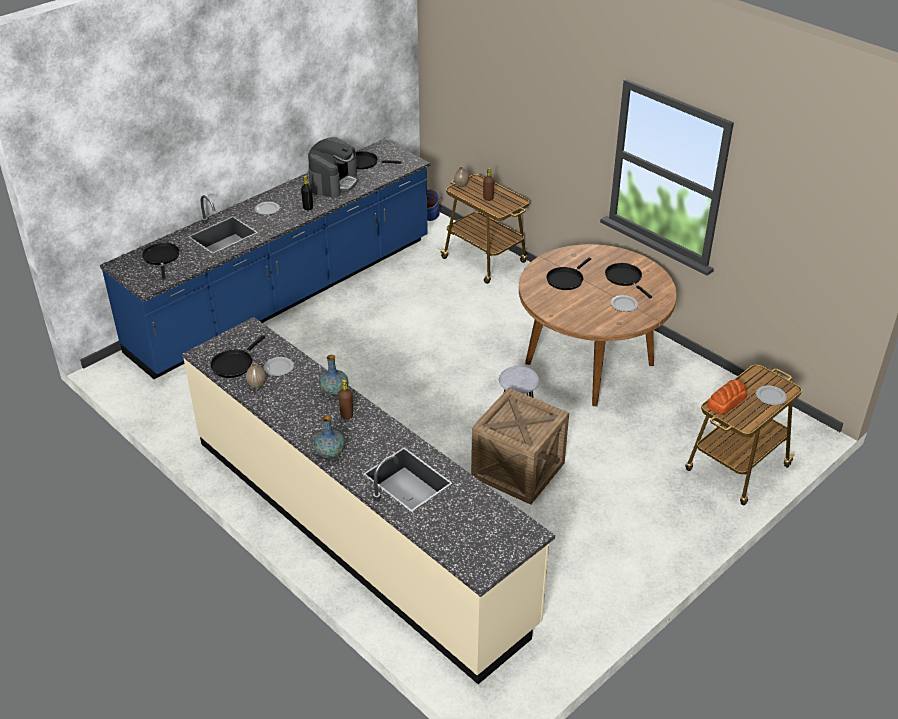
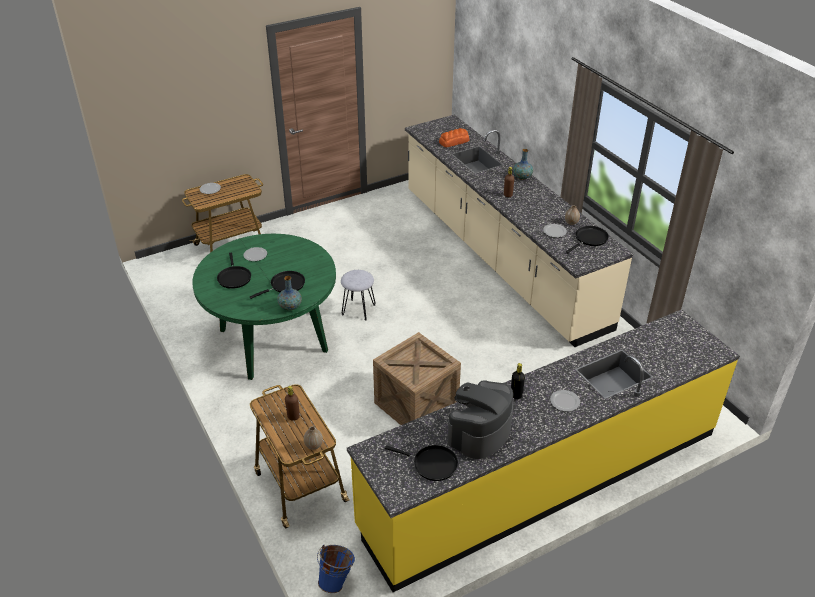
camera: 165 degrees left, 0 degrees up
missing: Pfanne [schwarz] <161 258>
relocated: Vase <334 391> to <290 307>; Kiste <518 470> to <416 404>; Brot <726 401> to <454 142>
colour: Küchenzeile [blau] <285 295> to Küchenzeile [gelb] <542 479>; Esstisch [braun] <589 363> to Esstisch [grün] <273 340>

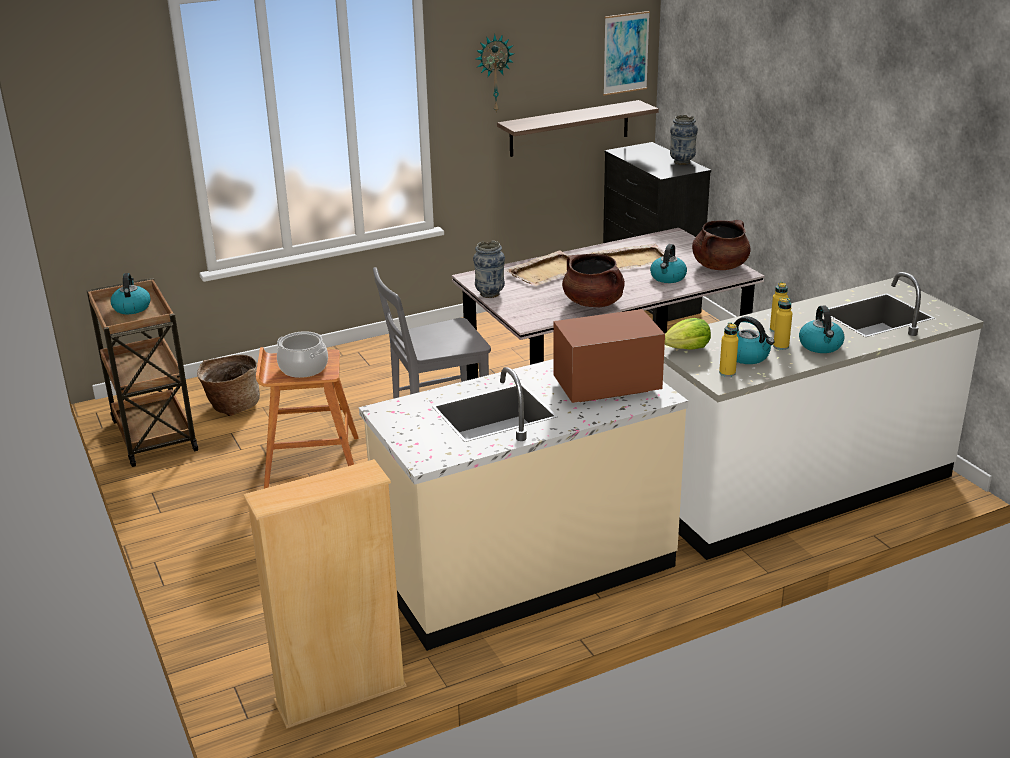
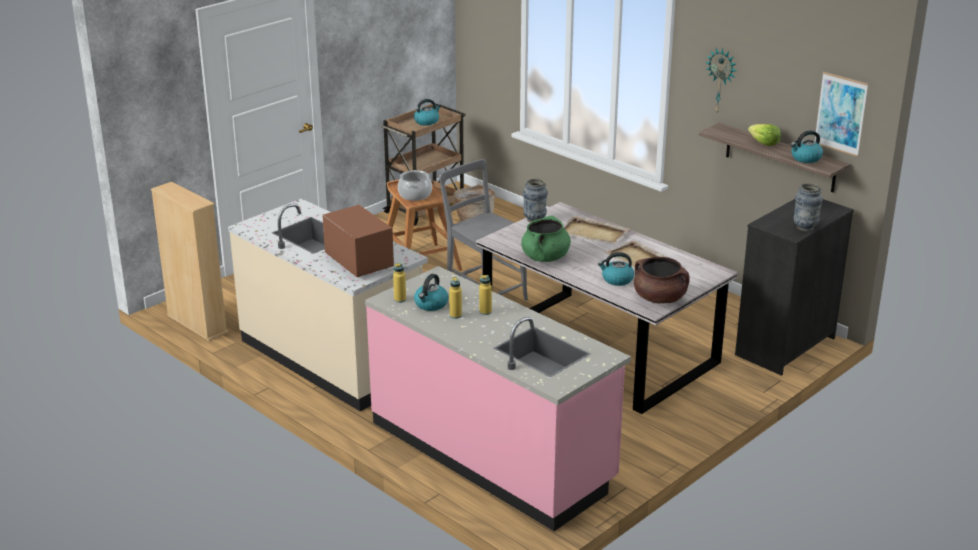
camera: 70 degrees right, 0 degrees up
relocated: Salatkopf <687 348> to <764 143>; Wasserkessel <821 346> to <805 158>
colour: Kochtopf [braun] <593 303> to Kochtopf [grün] <545 257>; Küchenzeile [weiß] <796 487> to Küchenzeile [rosa] <492 453>

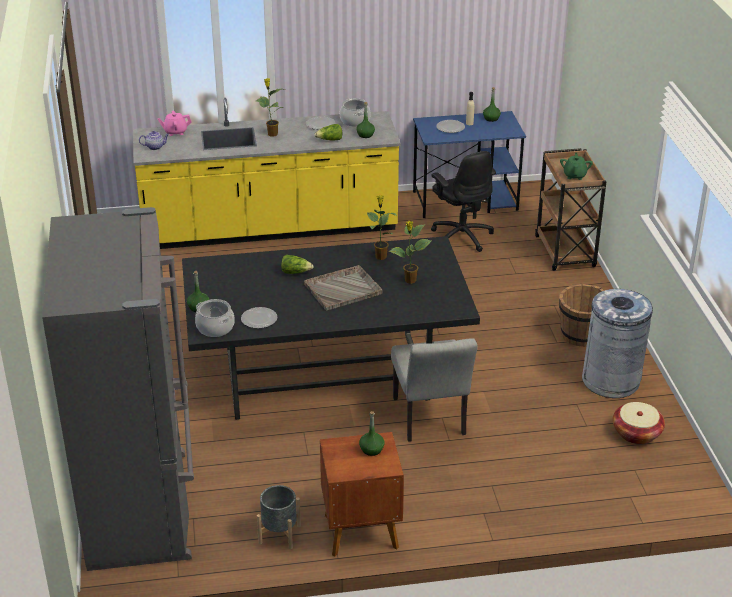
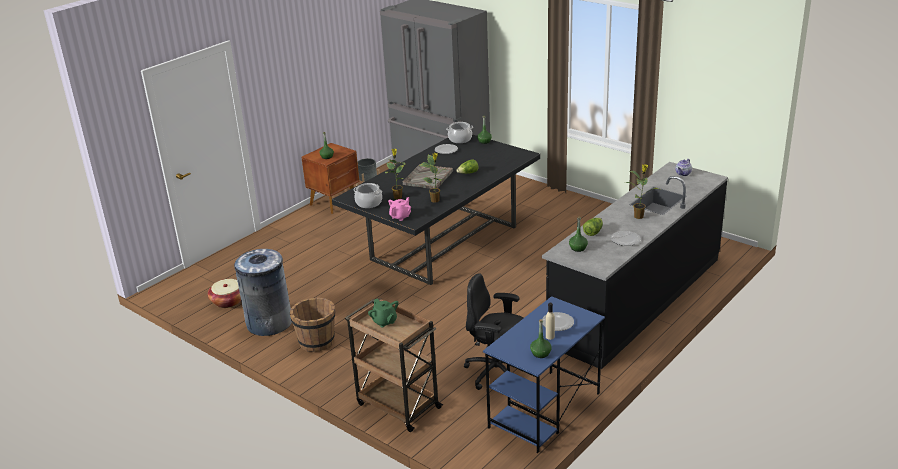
camera: 140 degrees right, 5 degrees down
missing: Stuhl [grau] <430 421>
relocated: Teekanne [rosa] <175 132> to <400 216>; Kochtopf <355 121> to <368 203>
colour: Küchenzeile [gelb] <270 229> to Küchenzeile [schwarz] <635 299>

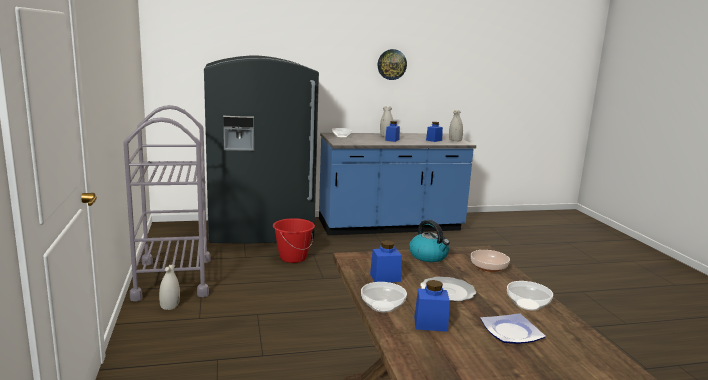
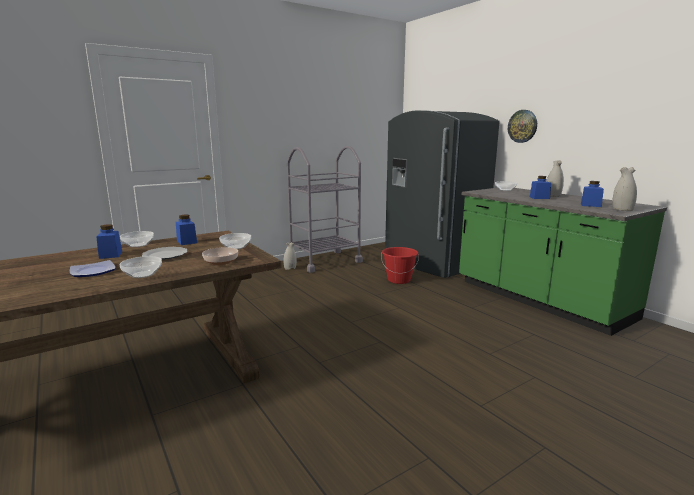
camera: 70 degrees right, 0 degrees up
relocated: Wanduhr <391 64> to <522 126>
exchanged: Wasserkessel <429 256> to Schüssel <236 247>
colour: Küchenzeile [blau] <390 226> to Küchenzeile [grün] <539 300>

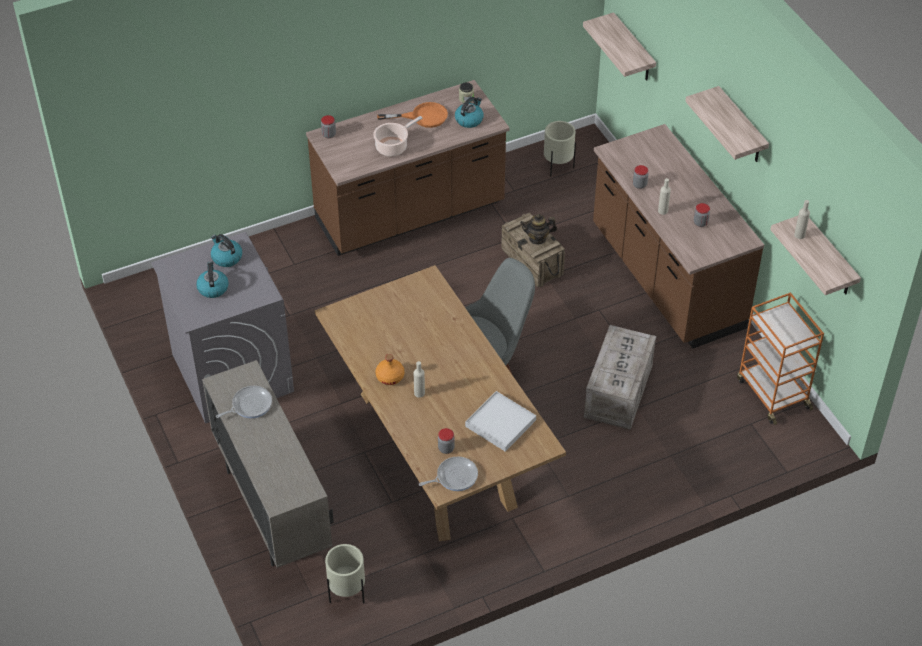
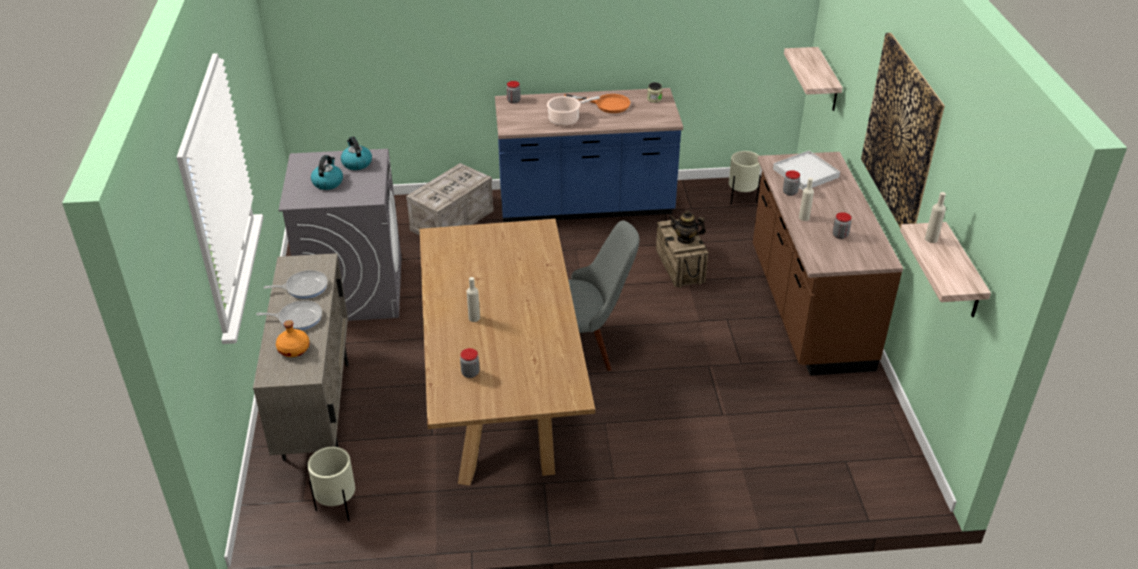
camera: 20 degrees right, 10 degrees down
missing: Wasserkessel <469 119>; Rollwagen [orange] <772 393>
relocated: Flasche [orange] <390 376> to <294 349>; Pfanne <454 477> to <298 318>; Tablett [weiß] <500 423> to <805 173>; Kiste <618 392> to <451 221>
exchanged: Wandregal <741 127> to Bild <901 134>
colour: Küchenzeile [braun] <410 214> to Küchenzeile [blau] <585 206>

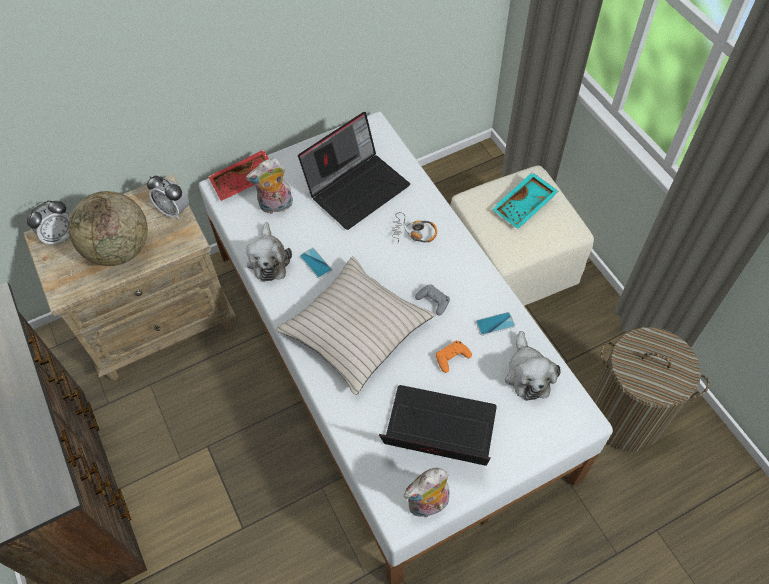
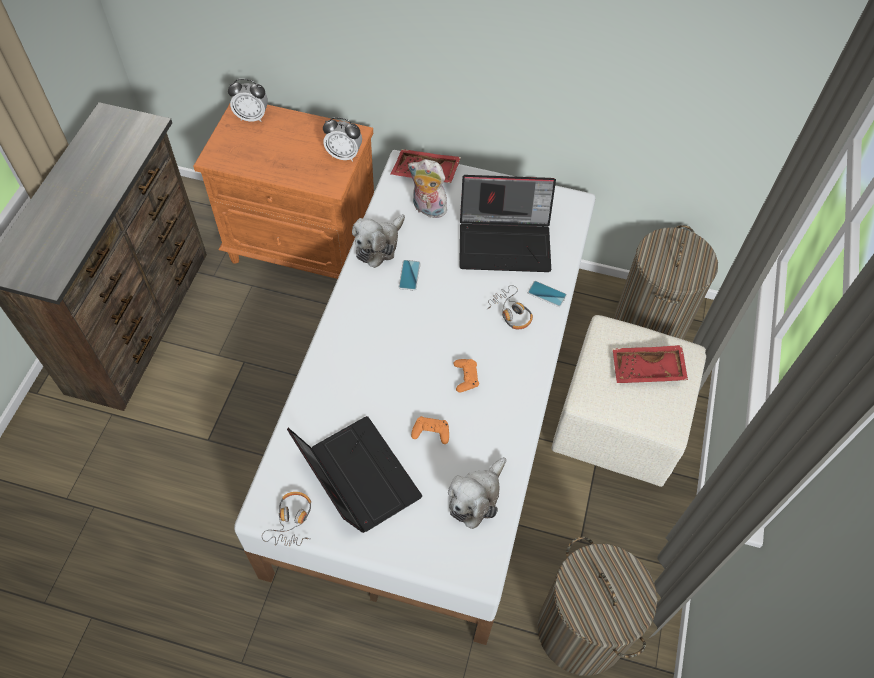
camera: 40 degrees right, 0 degrees up
missing: Globus <120 250>; Kissen [beige] <355 330>
appeared: Wäschekorb <650 323>
relocated: Handy <495 324> to <547 294>
exchanged: Plüschtier <428 505> to Kopfhörer <291 521>
colour: Nachttisch [beige] <161 321> to Nachttisch [orange] <304 246>; Gamepad [grau] <433 301> to Gamepad [orange] <466 377>; Tablett [türkis] <524 206> to Tablett [rot] <647 370>
spun: Wecker <174 210> = <344 155> 60 degrees counterclockwise

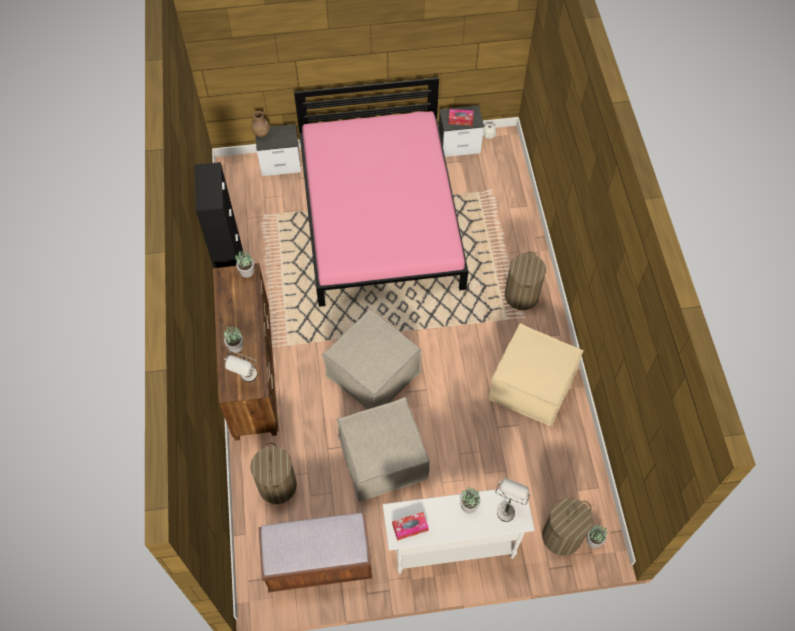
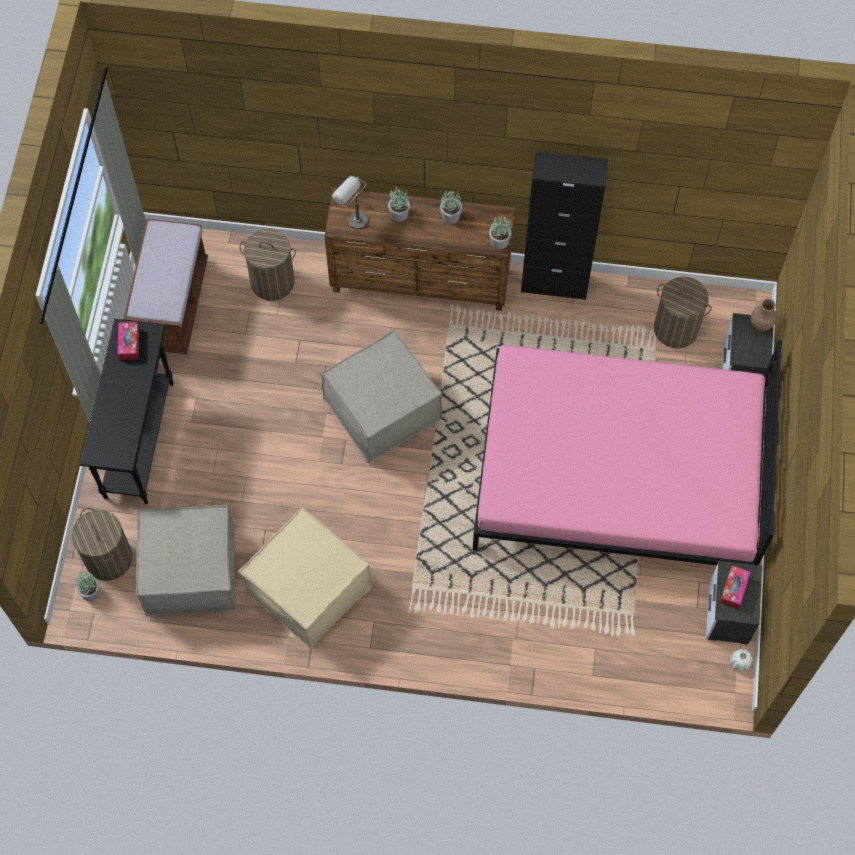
camera: 105 degrees right, 5 degrees up
missing: Tischlampe [grau] <507 507>
relocated: Polsterhocker [beige] <382 458> to <190 571>; Topfpflanze <468 505> to <451 215>; Wäschekorb <521 296> to <675 329>
colour: Konsolentisch [weiß] <452 547> to Konsolentisch [schwarz] <140 439>

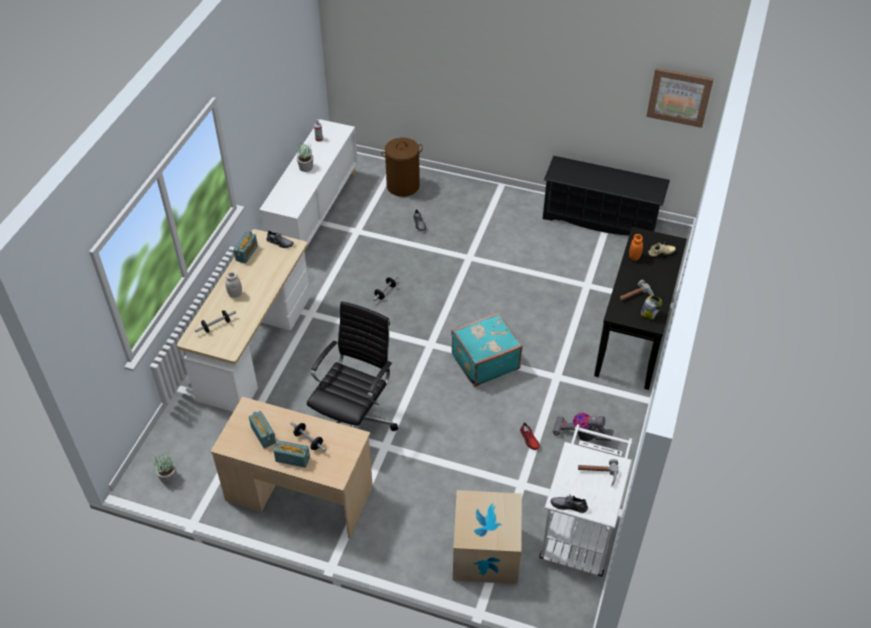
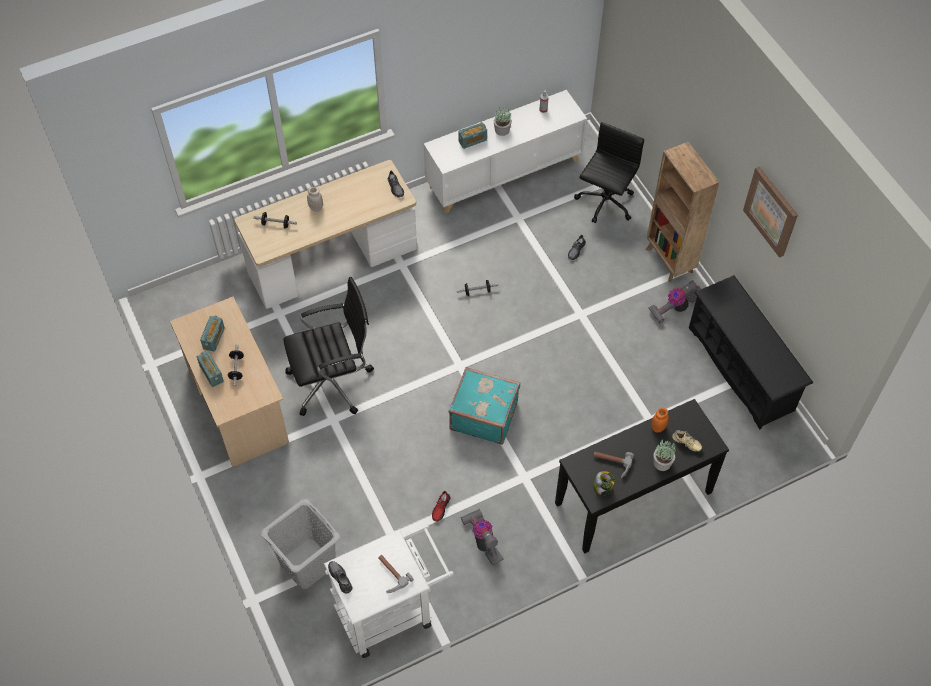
camera: 45 degrees right, 10 degrees up
appeared: Bücherregal [braun] <669 261>; Staubsauger <675 308>
relocated: Topfpflanze <168 477> to <662 463>; Radio <247 253> to <472 141>; Bild <679 96> to <771 211>
exchanged: Wäschekorb [braun] <403 186> to Bürostuhl [schwarz] <604 203>; Karton <485 553> to Wäschekorb [grau] <307 563>

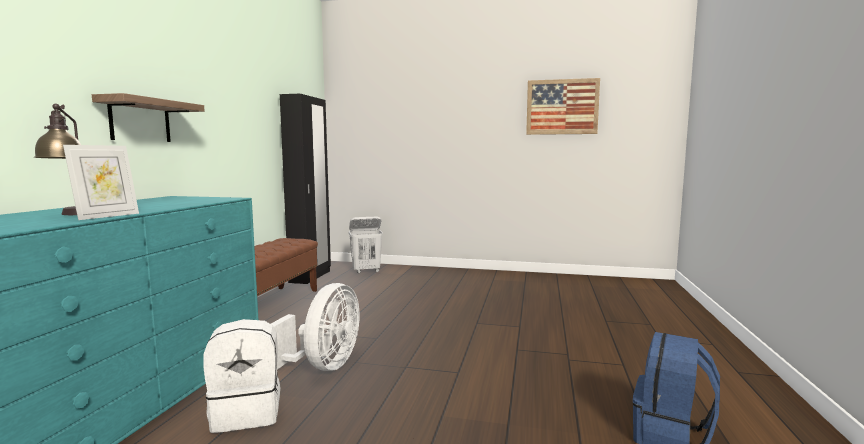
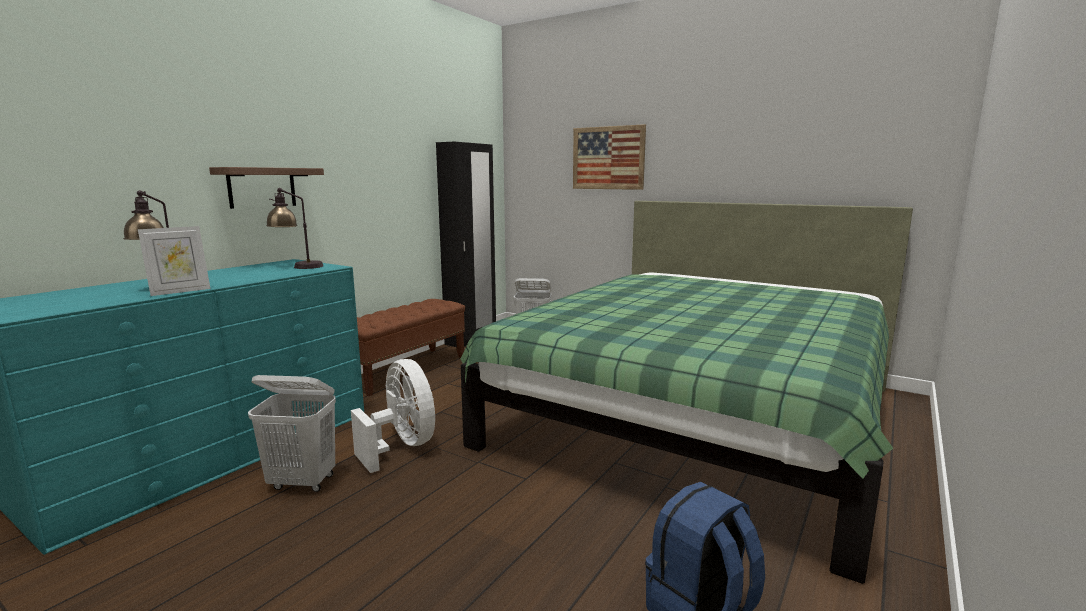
camera: 20 degrees right, 5 degrees up
appeared: Tischlampe <297 266>; Bett [grün] <697 415>
relocated: Bild <562 107> to <608 158>
exchanged: Rucksack [weiß] <247 413> to Wäschekorb [weiß] <303 482>
spun: Ventilator [weiß] <323 366> = <402 446> 75 degrees counterclockwise

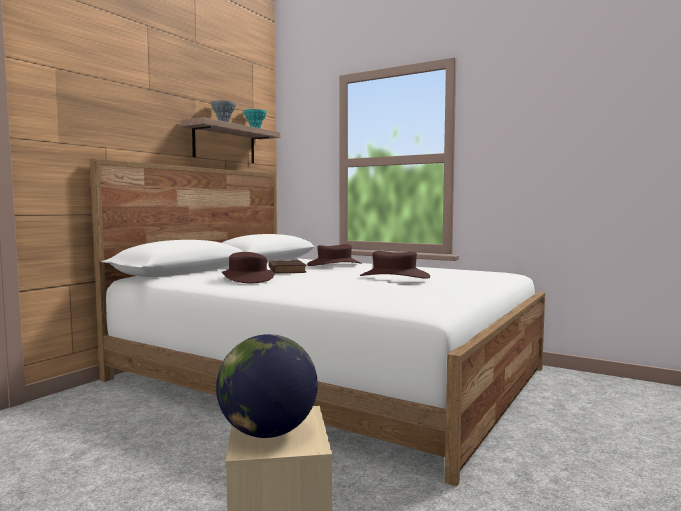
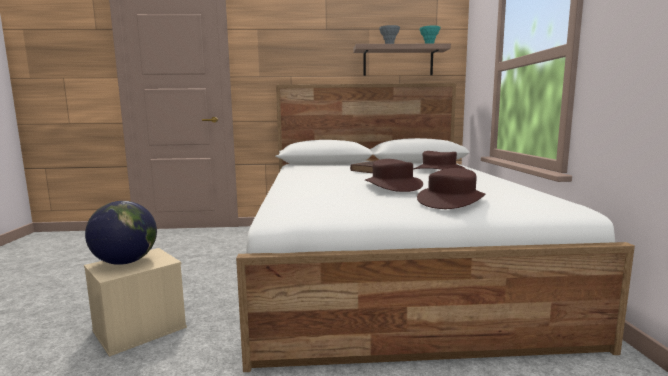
camera: 55 degrees right, 5 degrees up
relocated: Hut [braun] <247 278> to <451 200>

